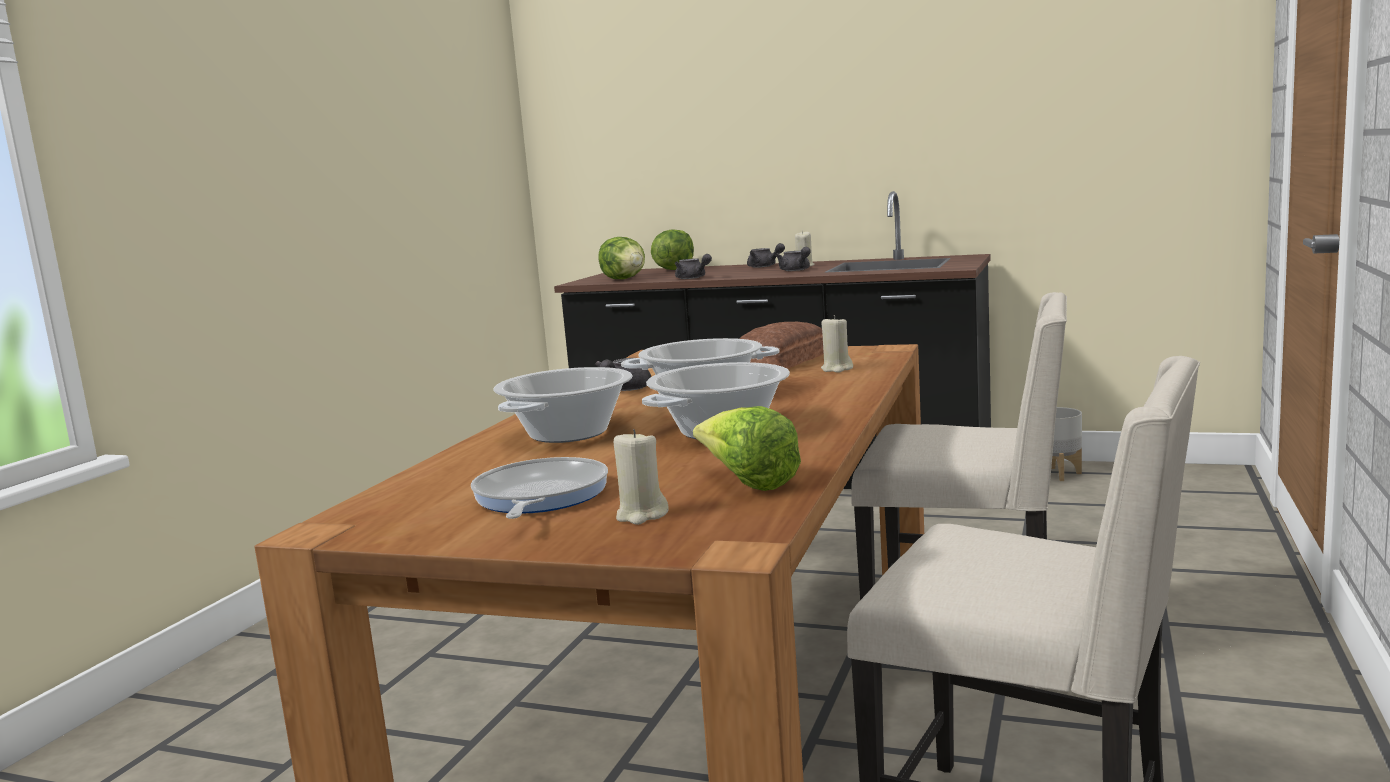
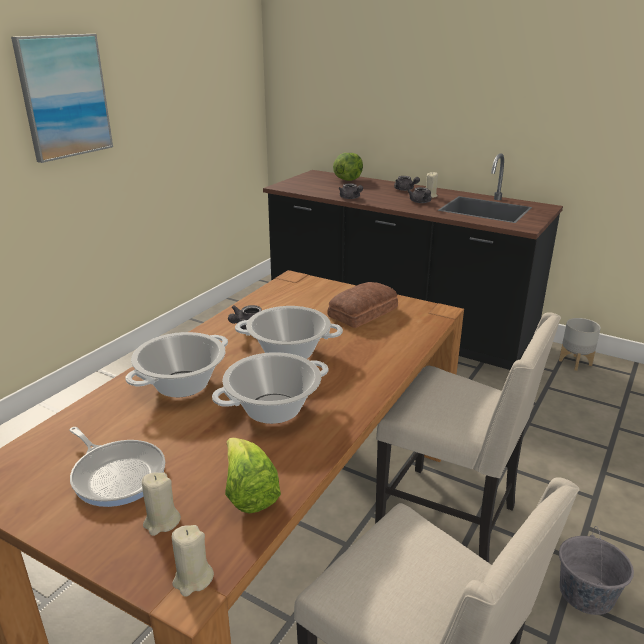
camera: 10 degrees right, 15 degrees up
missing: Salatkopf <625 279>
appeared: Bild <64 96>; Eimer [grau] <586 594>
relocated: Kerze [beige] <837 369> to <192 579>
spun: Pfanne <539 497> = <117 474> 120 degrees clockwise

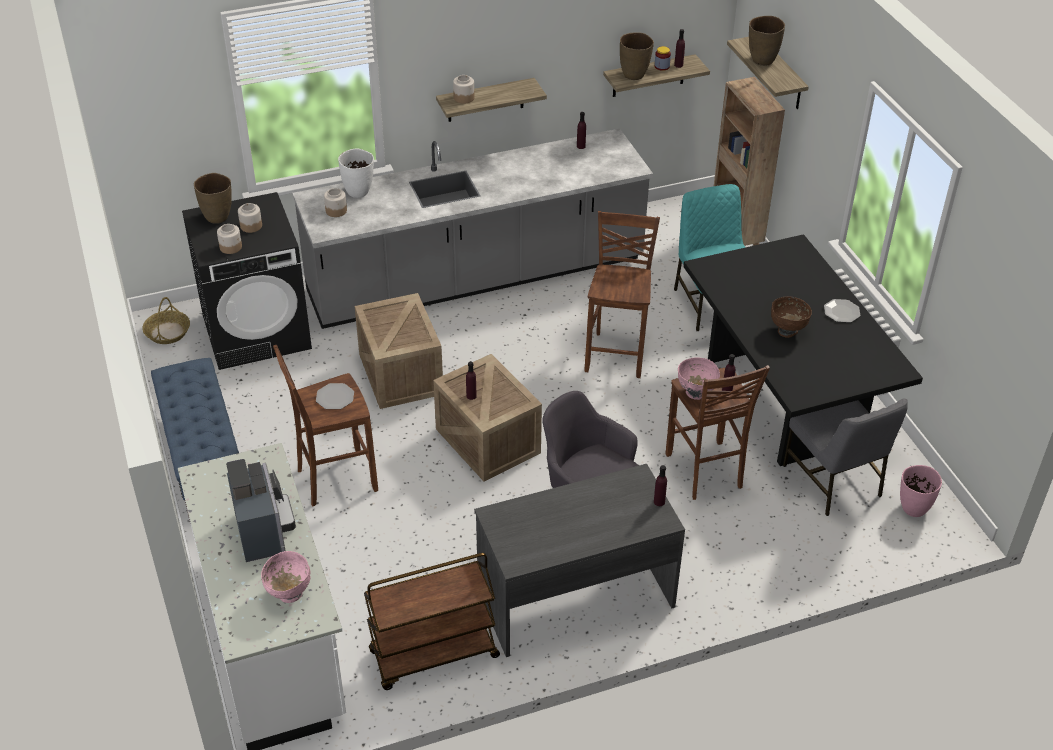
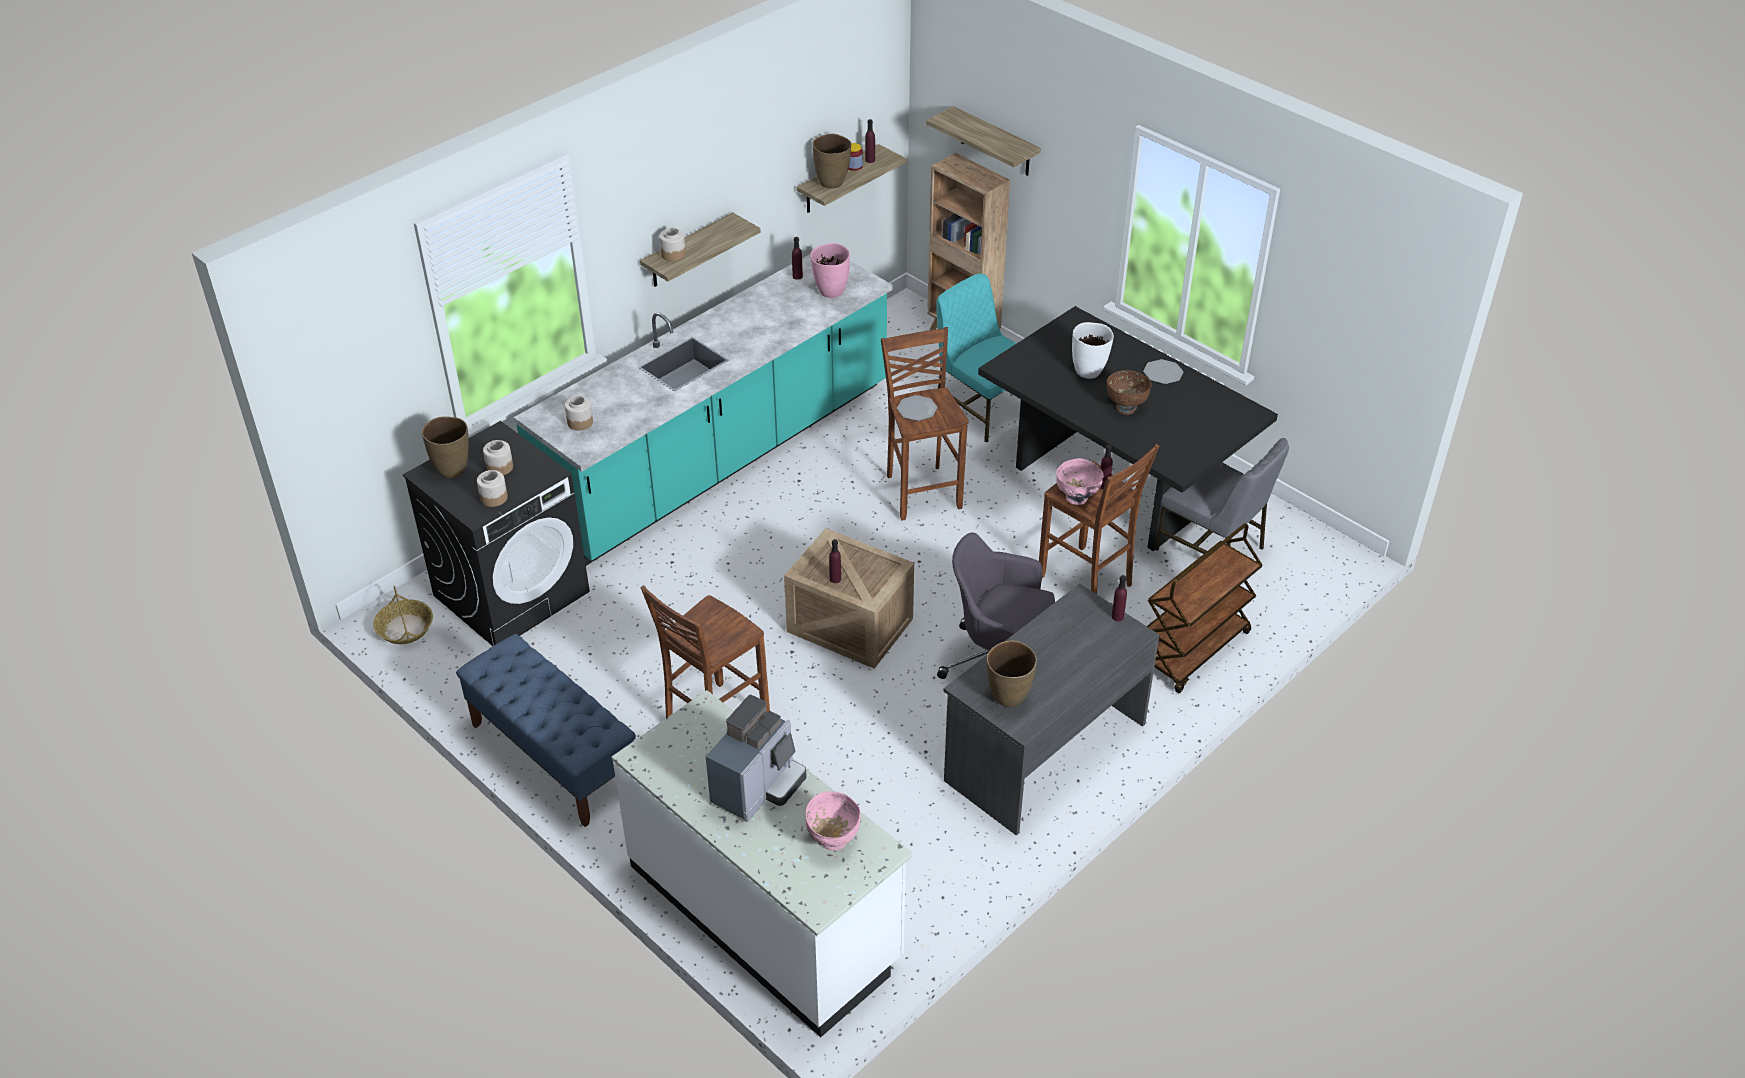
camera: 25 degrees left, 0 degrees up
missing: Kiste <399 373>
relocated: Teller <335 397> to <917 409>; Vase [weiß] <358 192> to <1088 371>; Rollwagen [braun] <433 655> to <1194 651>; Vase [braun] <762 61> to <1009 697>; Vase [rosa] <913 509> to <831 292>
colour: Küchenzeile [grau] <476 277> to Küchenzeile [türkis] <720 457>
spun: Kaffeemaschine <264 531> = <758 787> 75 degrees clockwise

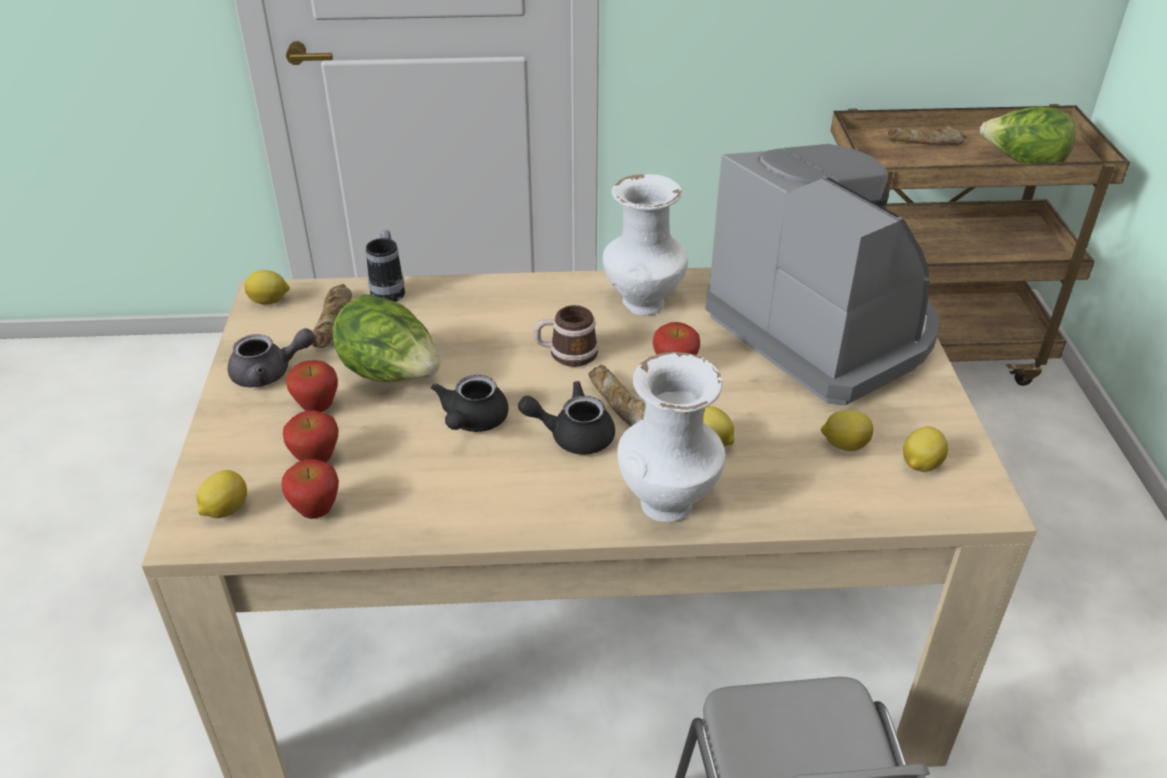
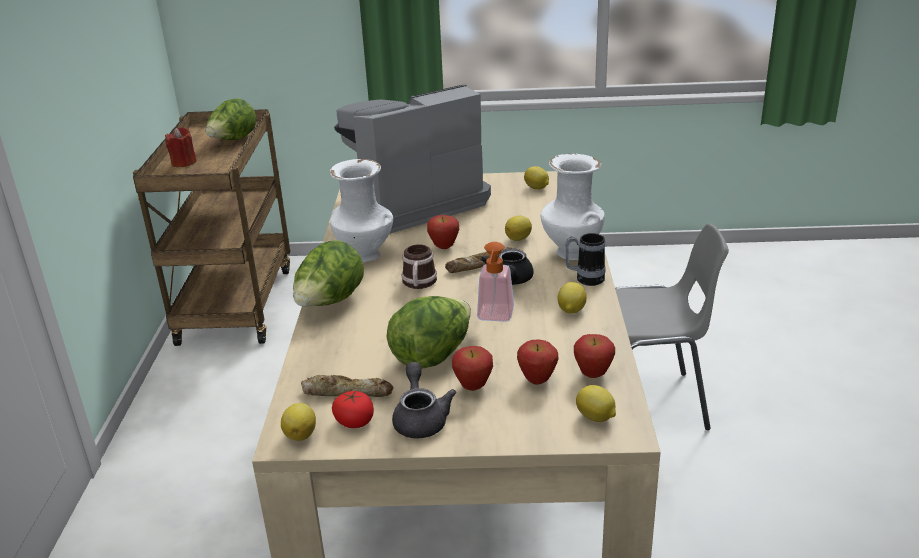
camera: 85 degrees left, 10 degrees down
appeared: Salatkopf <330 303>; Tomate <354 421>
relocated: Henkelbecher <389 291> to <584 279>; Zitrone <844 444> to <571 310>
exchanged: Teekanne [schwarz] <472 422> to Seifenspender <494 317>; Brot <926 142> to Kerze [rot] <184 163>

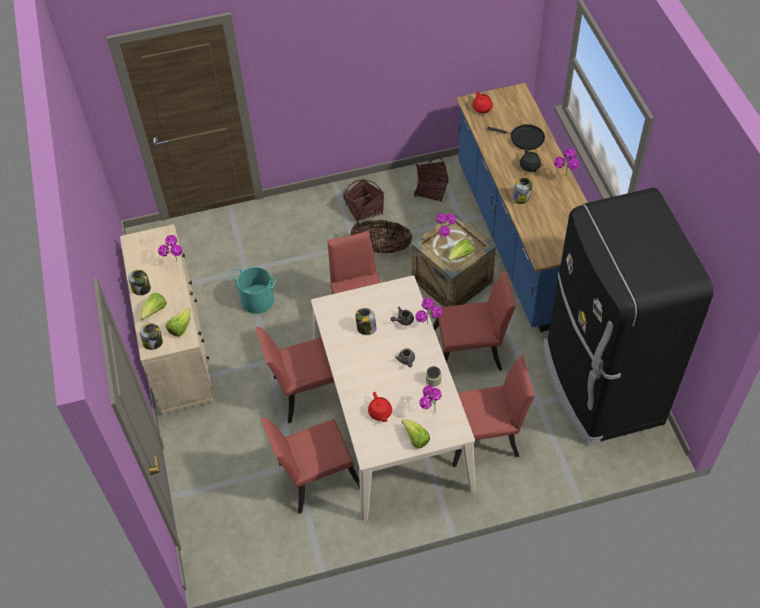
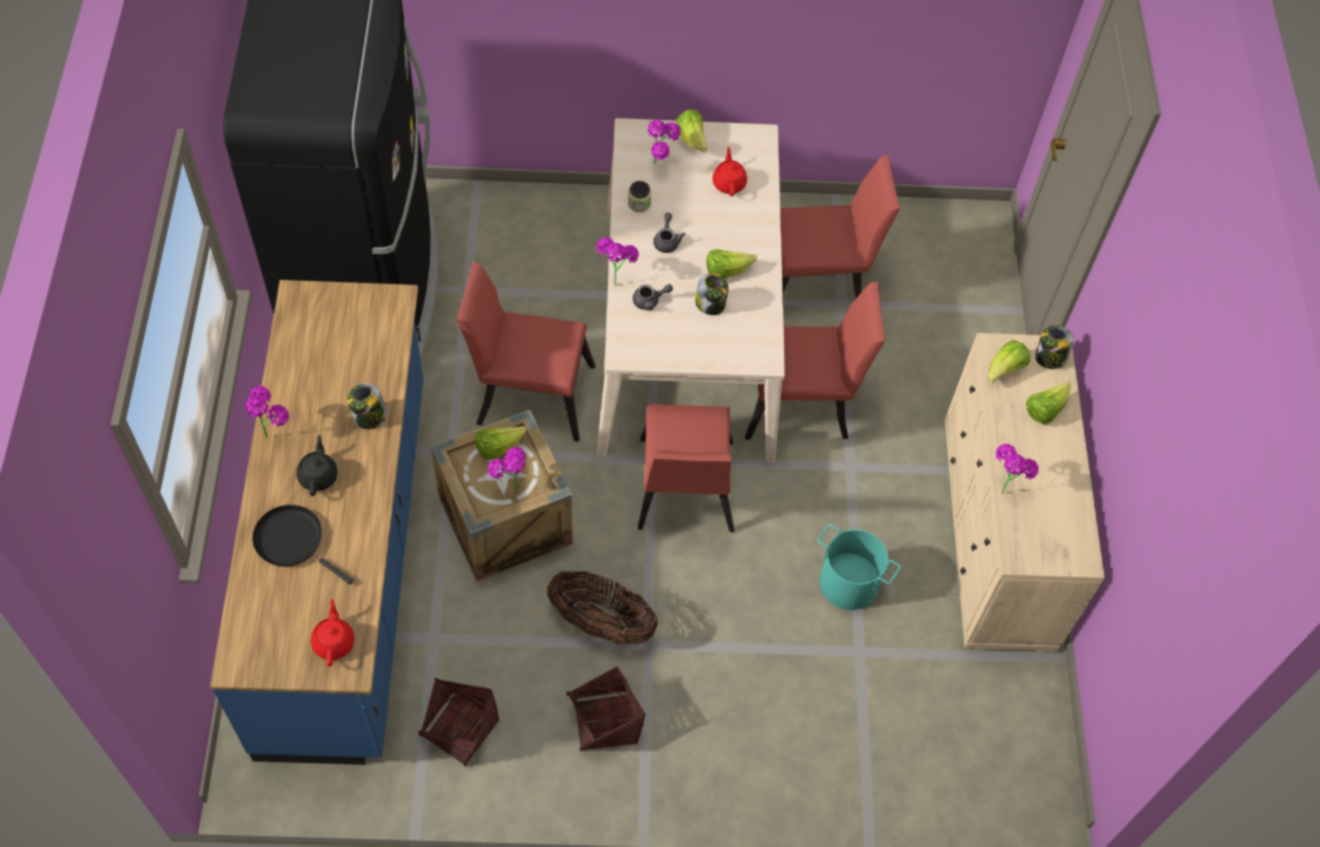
camera: 170 degrees left, 5 degrees up
missing: Vorratsglas <142 288>; Stuhl [rot] <485 436>
appeared: Salatkopf <726 271>

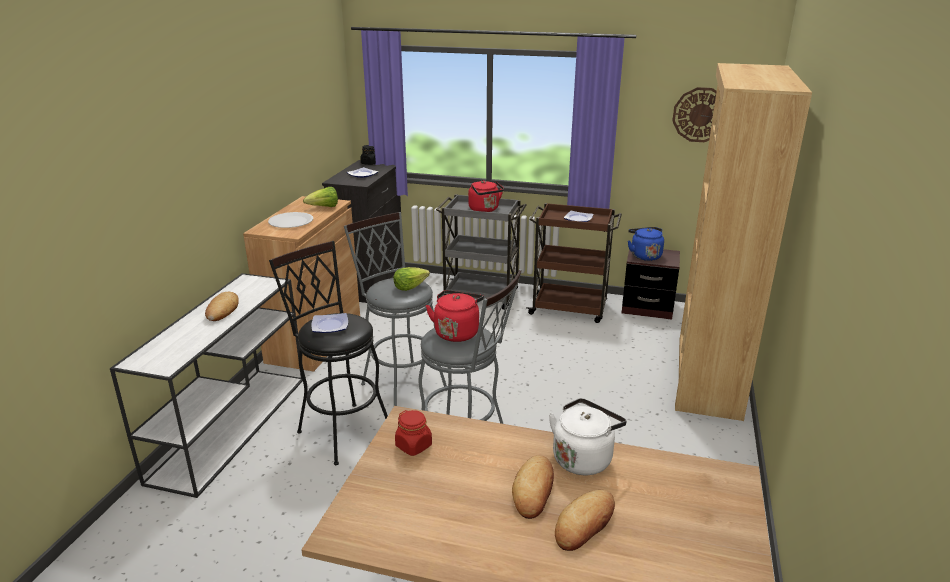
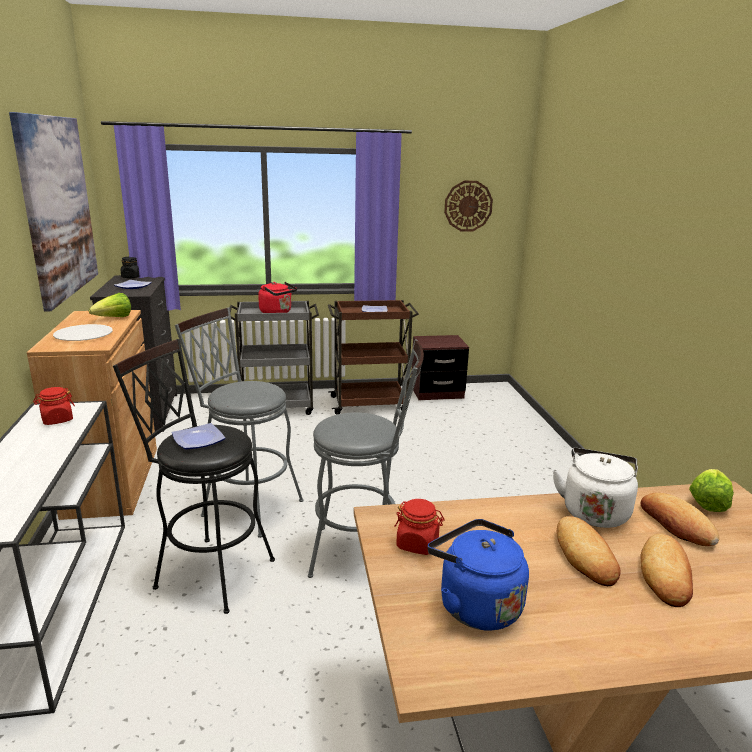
camera: 25 degrees left, 5 degrees down
missing: Wasserkessel [rot] <457 332>; Bücherregal [braun] <707 376>
appeared: Bild <57 207>; Vorratsglas [rot] <57 420>
relocated: Brot <222 310> to <676 524>; Salatkopf <410 286> to <708 502>; Wasserkessel [blau] <644 255> to <475 604>

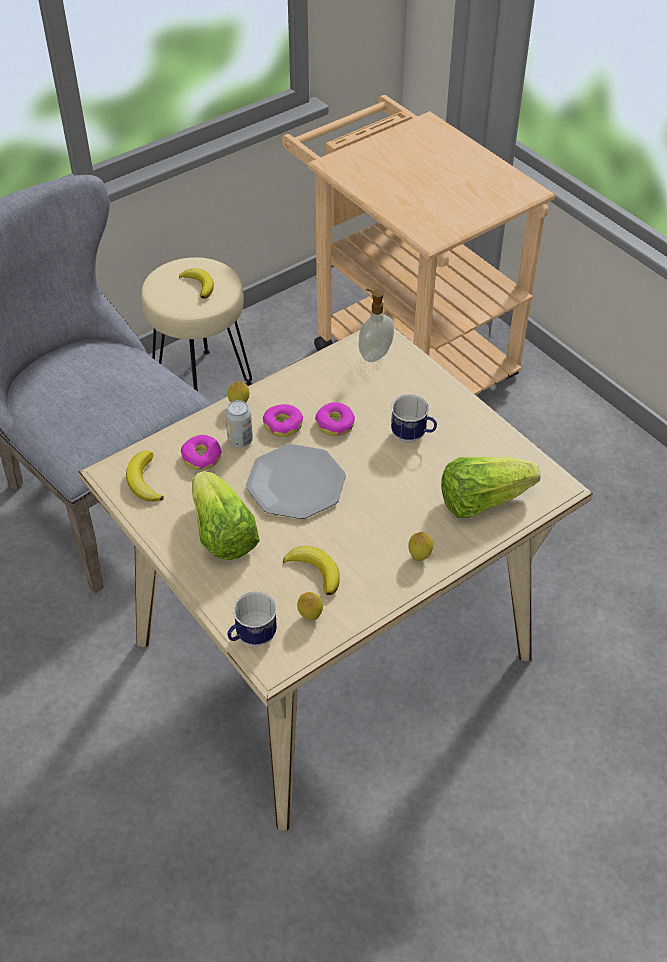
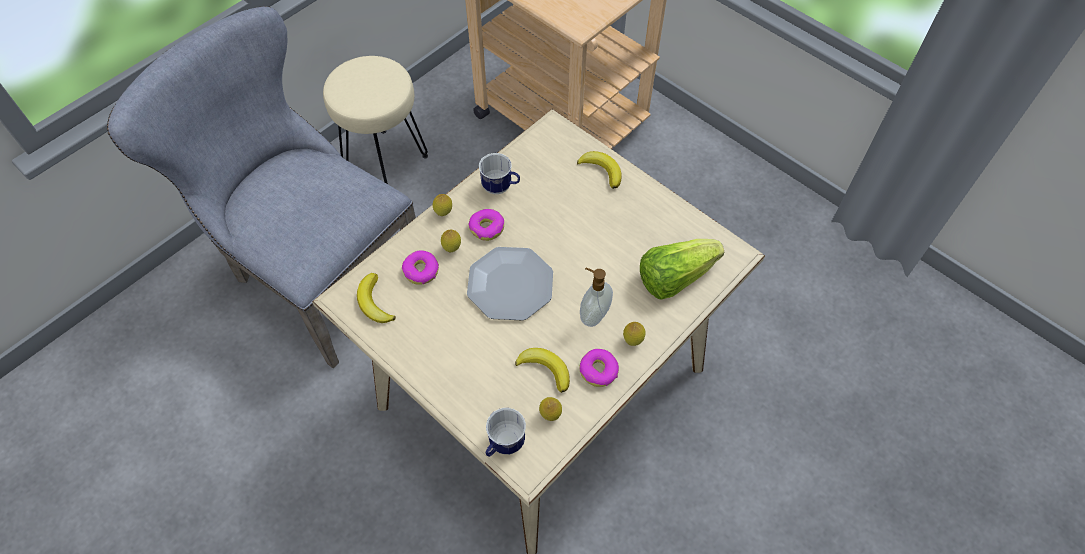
camera: 10 degrees left, 10 degrees up
missing: Salatkopf <222 534>
relocated: Banane <199 285> to <602 170>; Donut <335 424> to <598 371>; Seifenspender <374 354> to <593 315>; Henkelbecher <413 436> to <501 187>
exchanged: Dose <240 440> to Zitrone <452 248>

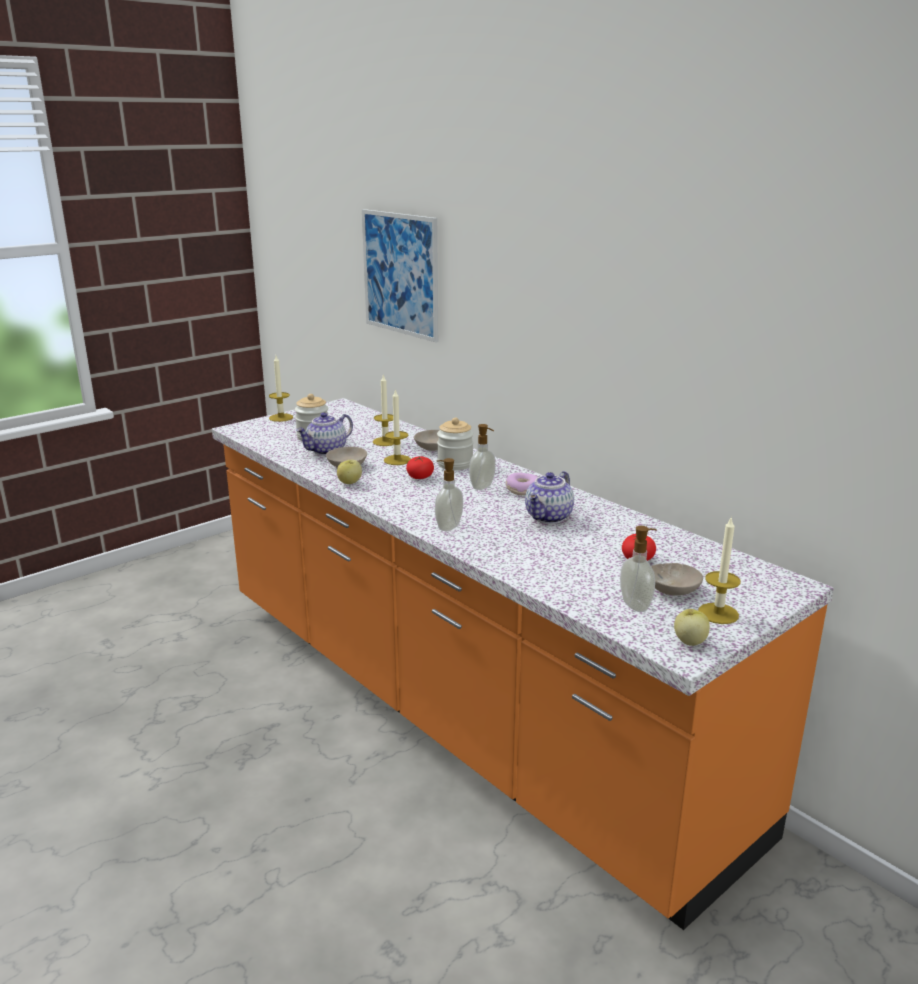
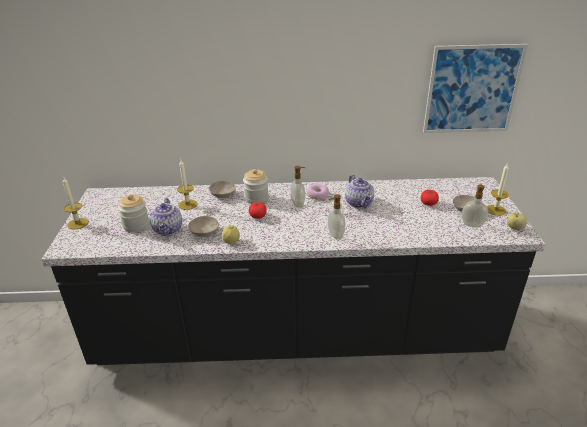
camera: 50 degrees left, 10 degrees up
missing: Kerze <397 460>
relocated: Bild <400 274> to <472 90>
colour: Küchenzeile [orange] <459 706> to Küchenzeile [schwarz] <295 333>

